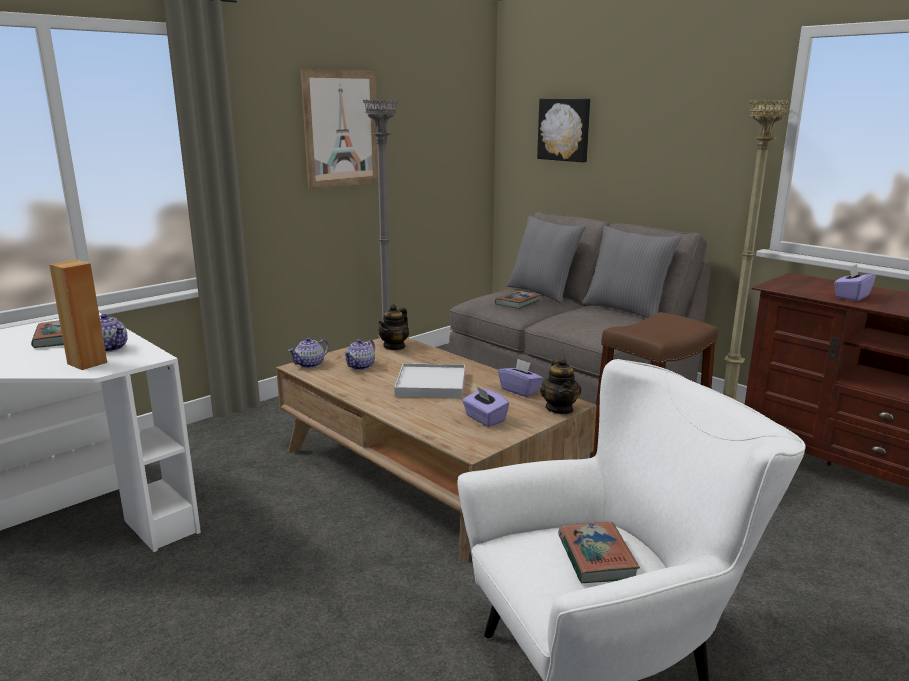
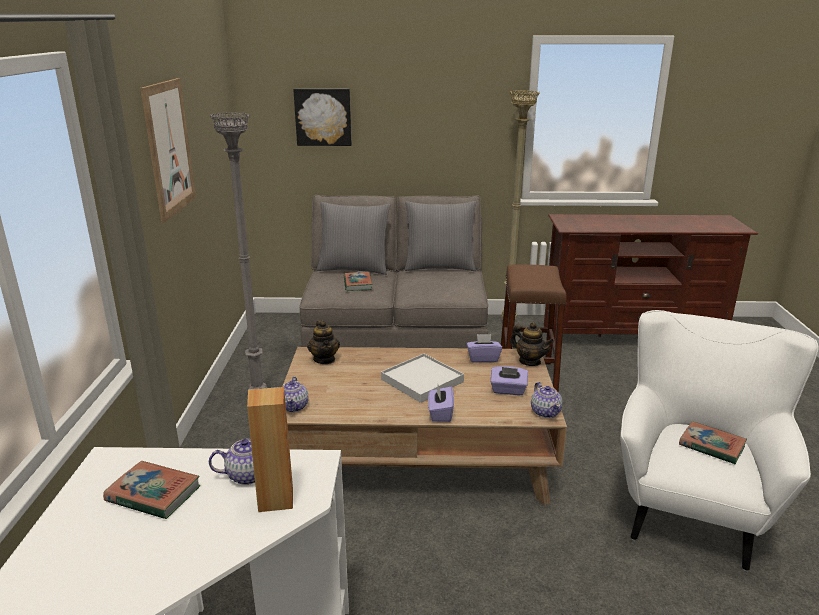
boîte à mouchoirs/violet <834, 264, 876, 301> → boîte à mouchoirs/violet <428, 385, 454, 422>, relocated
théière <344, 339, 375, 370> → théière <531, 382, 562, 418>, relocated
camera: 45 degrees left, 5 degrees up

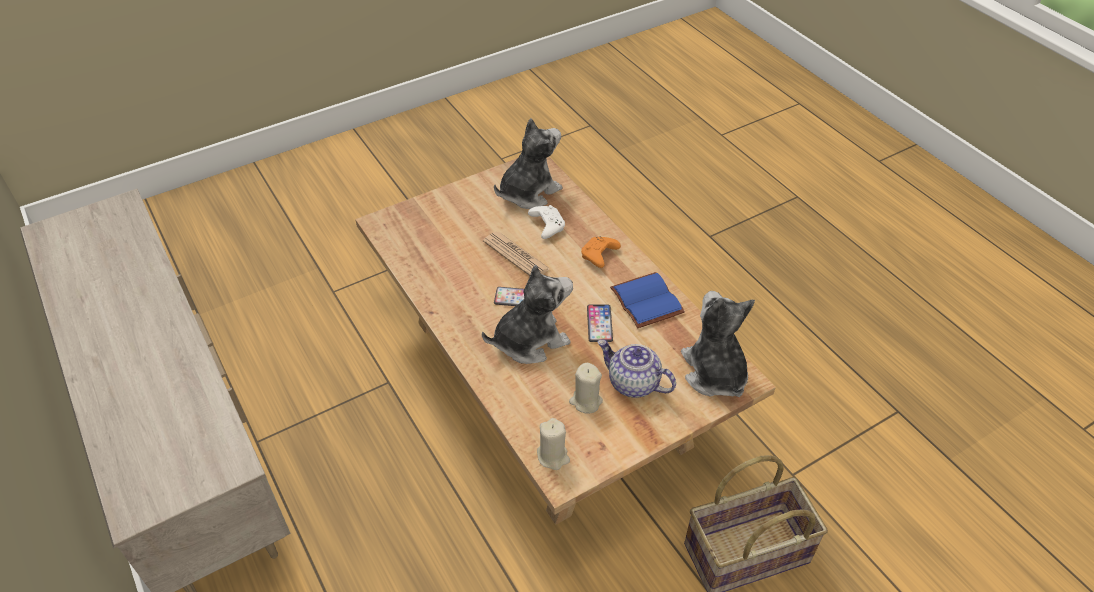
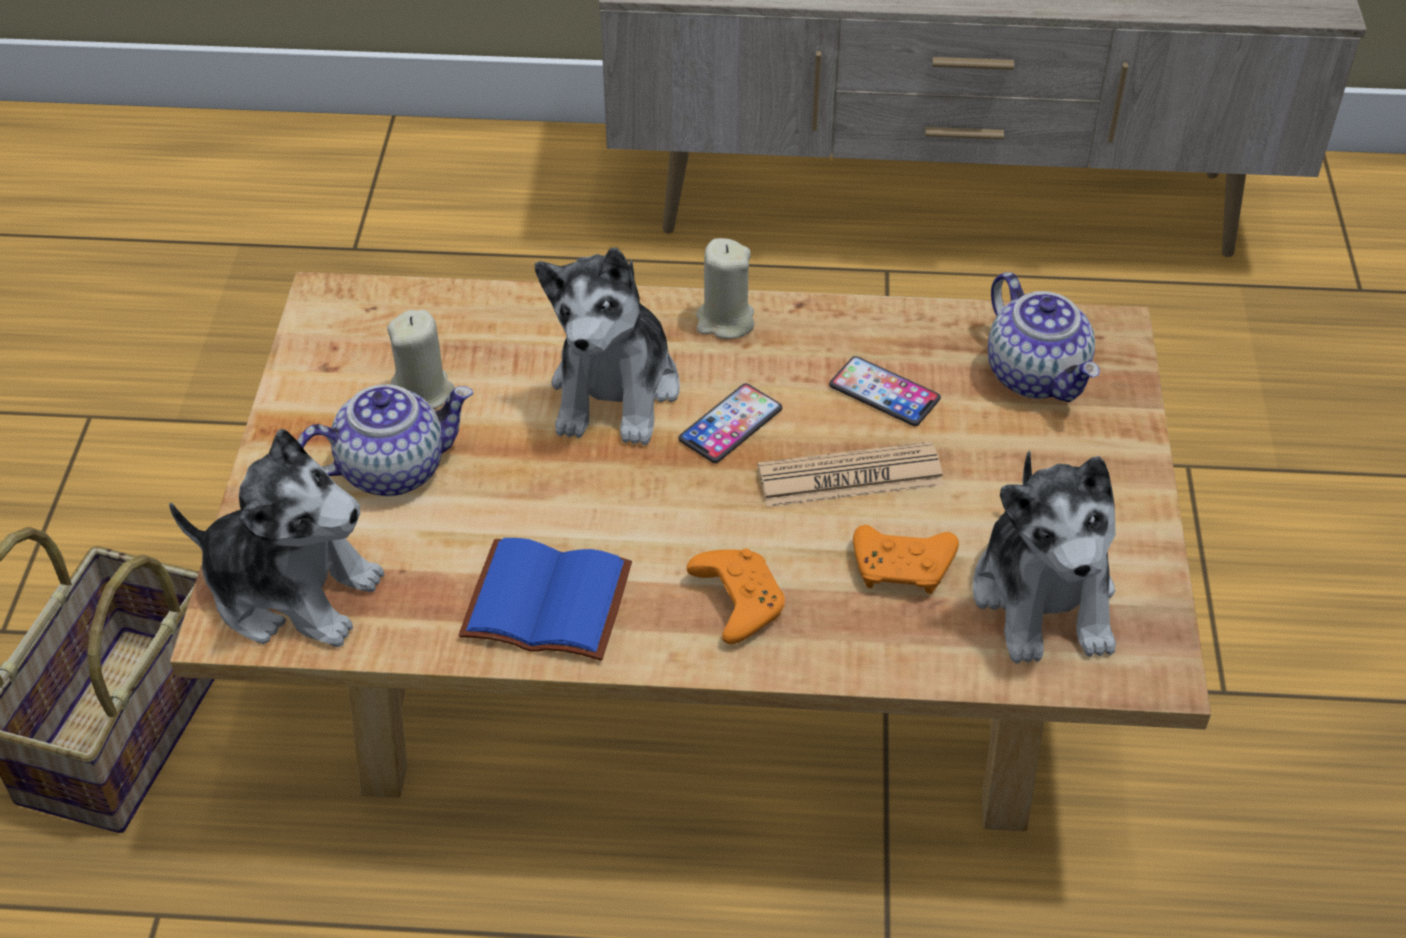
manette/blanc <528, 205, 565, 239> → manette/orange <853, 525, 959, 594>
téléphone <587, 304, 613, 342> → téléphone <829, 356, 941, 426>, relocated
bougie/beige <537, 418, 570, 470> → bougie/beige <696, 238, 754, 339>, relocated
- → théière <988, 272, 1100, 402>
camera: 125 degrees right, 0 degrees up

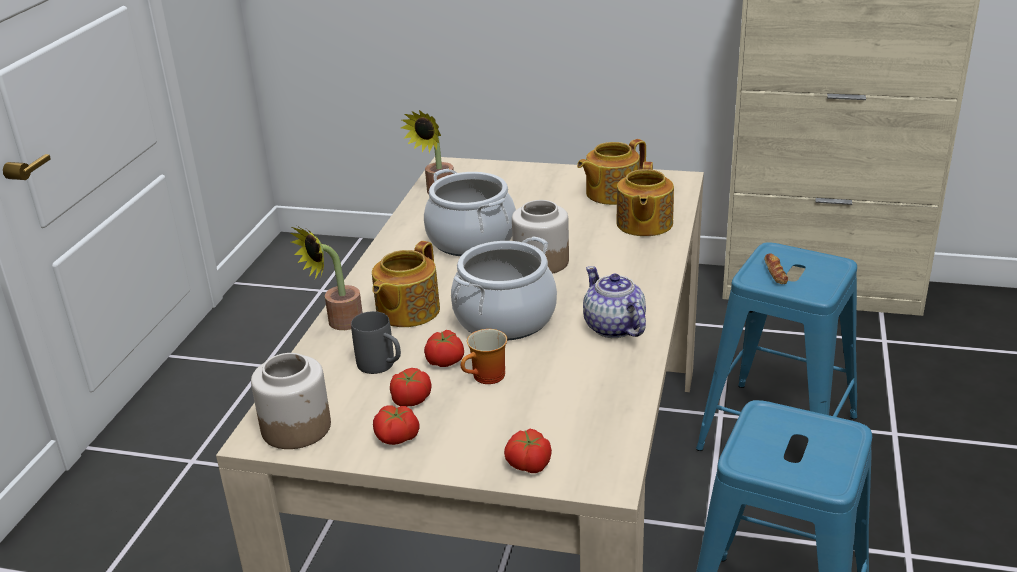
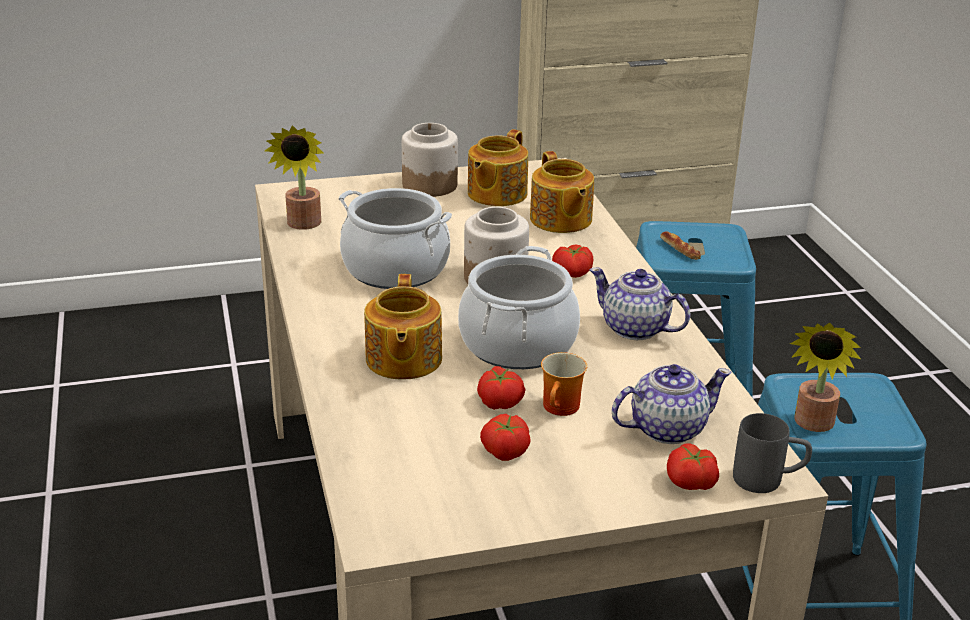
plante en pot <290, 226, 363, 330> → plante en pot <790, 323, 861, 432>, relocated
mug/gris <351, 311, 401, 374> → mug/gris <733, 413, 812, 493>, relocated
bocal <251, 353, 331, 449> → bocal <402, 123, 458, 197>, relocated
tomate <373, 406, 420, 445> → tomate <552, 245, 593, 278>, relocated
- → théière <612, 364, 731, 444>
camera: 30 degrees left, 0 degrees up

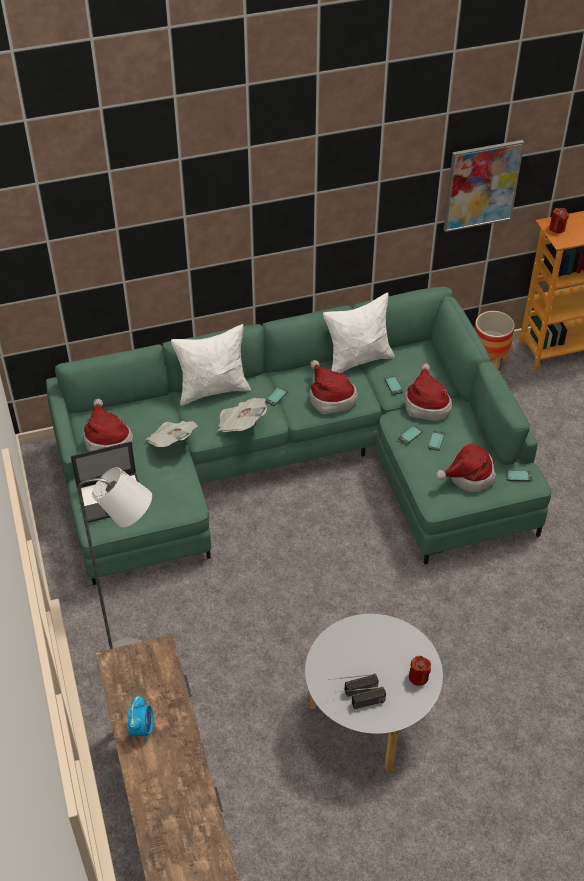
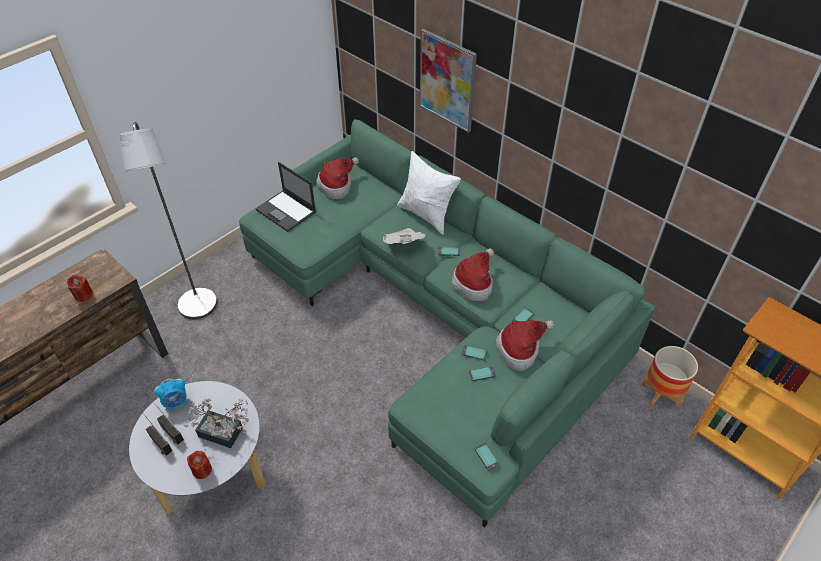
tableau <444, 140, 524, 232> → tableau <420, 29, 477, 133>, relocated
bougie/rouge <549, 208, 569, 233> → bougie/rouge <67, 275, 93, 302>, relocated
coussin/blanc <323, 292, 395, 373> → -
journal <146, 421, 198, 447> → -
chapeau <436, 443, 496, 492> → -
réveil <127, 695, 153, 742> → réveil <154, 378, 188, 411>, relocated
- → plante en pot <184, 398, 249, 448>
camera: 60 degrees right, 0 degrees up

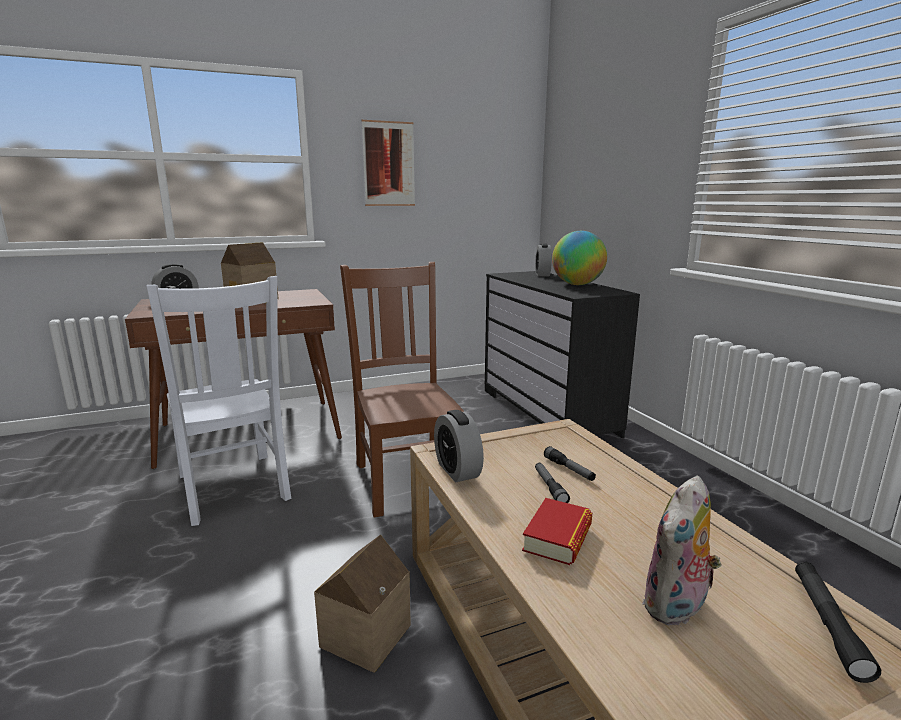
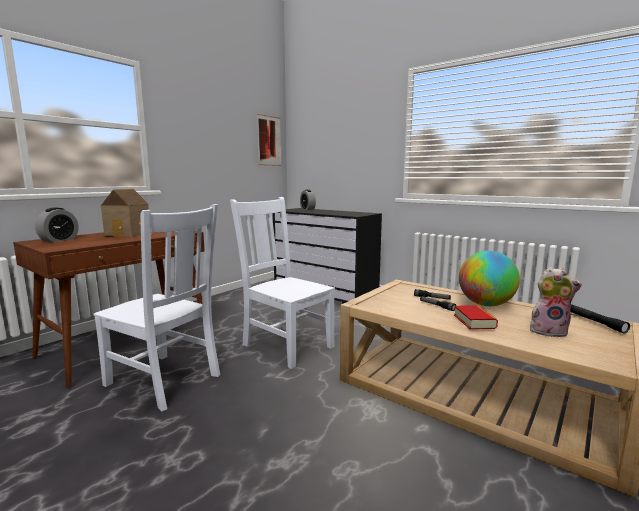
tableau <362, 120, 415, 206> → tableau <257, 114, 281, 166>, relocated
globe <552, 231, 607, 285> → globe <459, 251, 520, 306>, relocated
chaise/marron <340, 262, 465, 517> → chaise/blanc <230, 197, 335, 369>
réveil <434, 410, 484, 482> → -
peluche <642, 476, 721, 626> → peluche <530, 267, 582, 338>, 90 degrees counterclockwise
maison miniature <314, 535, 411, 673> → -
camera: 30 degrees left, 5 degrees down

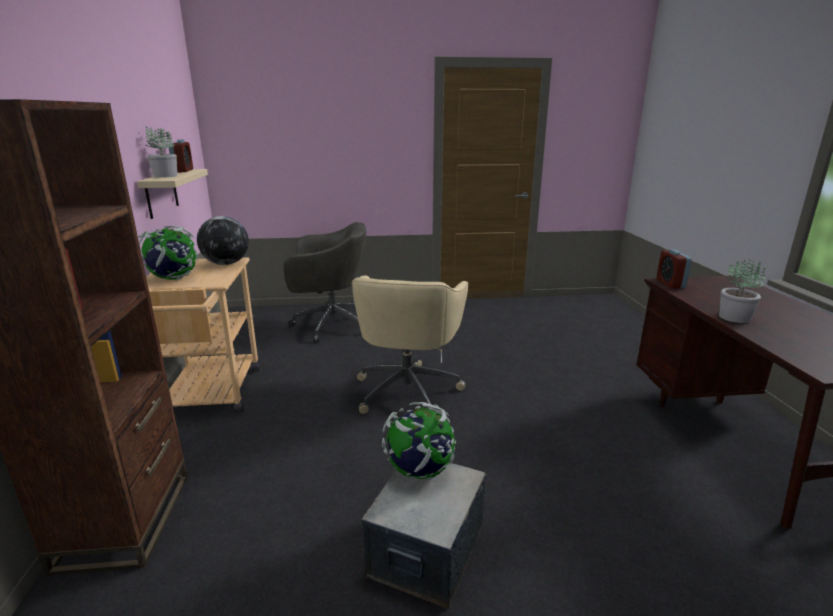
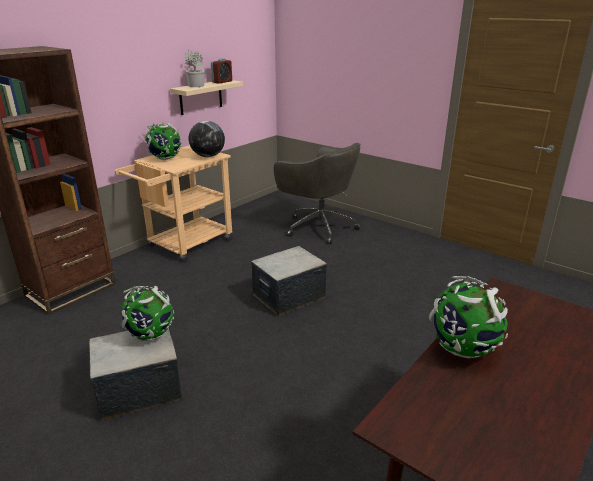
réveil <656, 250, 692, 288> → -
plante en pot <719, 259, 766, 323> → globe <429, 276, 508, 358>
chaise de bureau/beige <352, 275, 468, 414> → boîte de rangement <251, 246, 327, 316>
camera: 45 degrees right, 5 degrees up

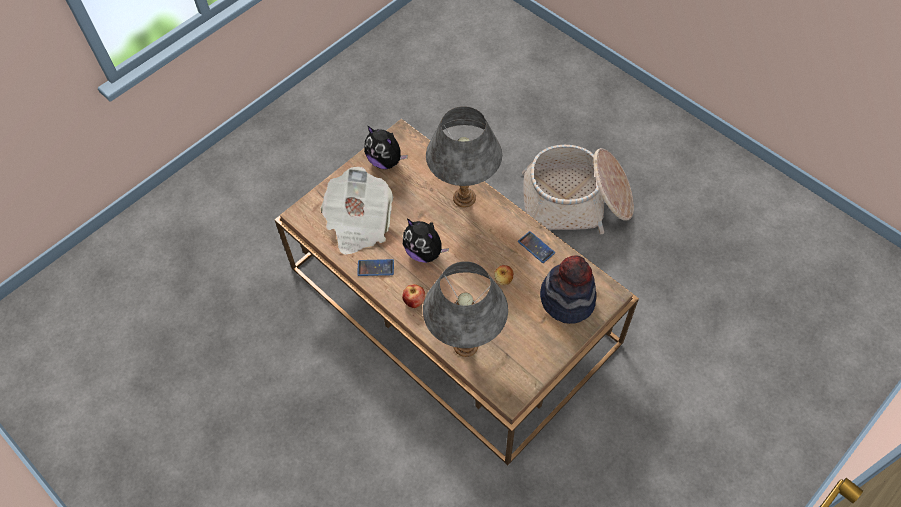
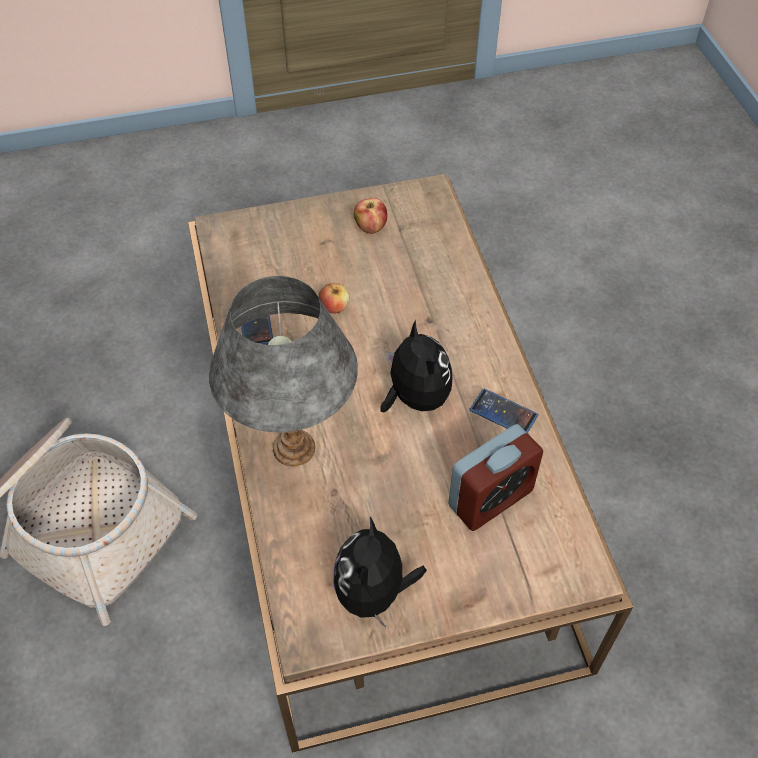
peluche <364, 126, 408, 169> → peluche <333, 517, 427, 628>, 150 degrees counterclockwise
journal <321, 167, 393, 255> → réveil <448, 424, 544, 531>
chapeau <540, 255, 597, 324> → -
lampe de table/gris <423, 261, 508, 357> → -
pomme <402, 284, 425, 308> → pomme <354, 198, 387, 234>, relocated
camera: 150 degrees left, 5 degrees down

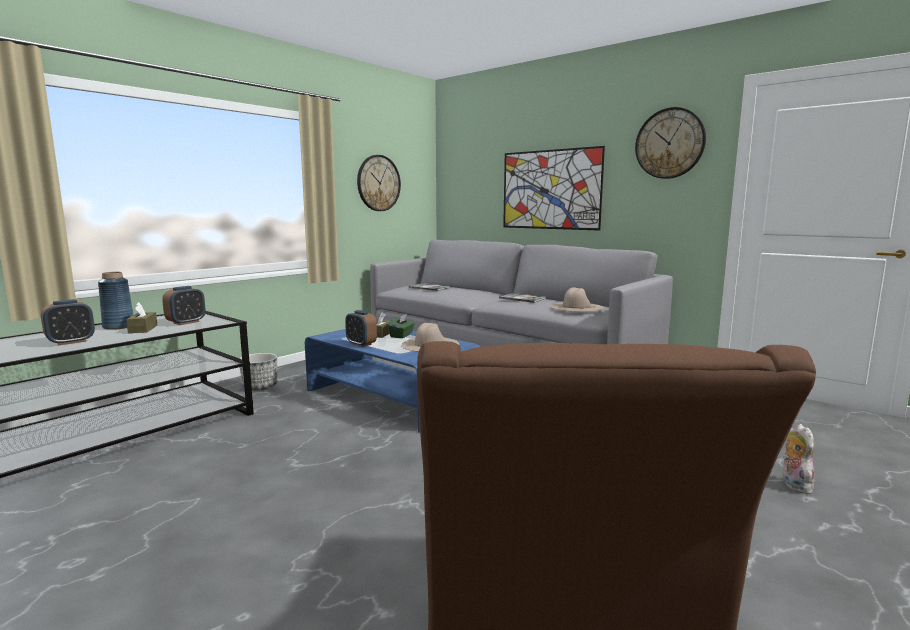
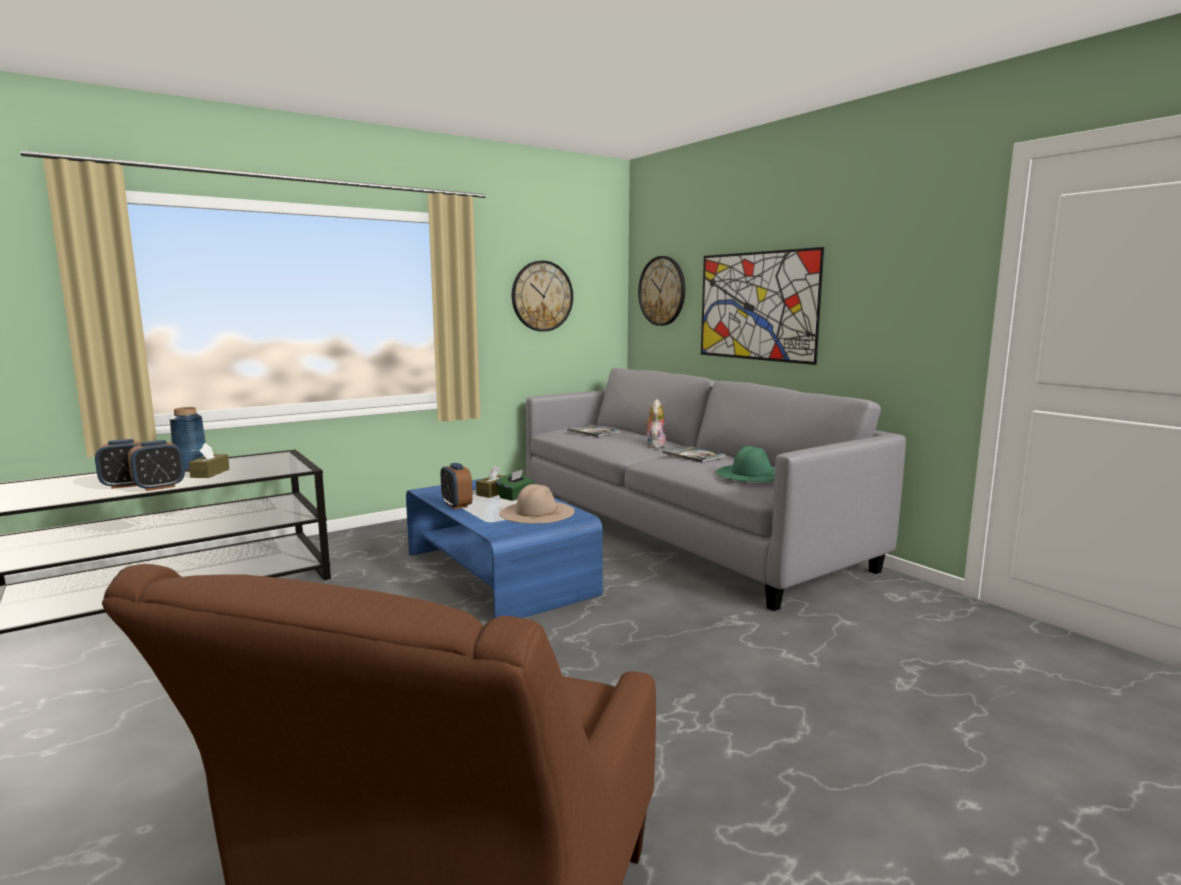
horloge murale <635, 107, 706, 179> → horloge murale <638, 256, 686, 326>, relocated
réveil <162, 286, 206, 325> → réveil <128, 440, 185, 491>, relocated
chapeau/beige <550, 287, 604, 312> → chapeau/vert <716, 446, 775, 482>
cache-pot <239, 353, 277, 391> → -
peluche <783, 424, 814, 494> → peluche <645, 399, 666, 448>, relocated
camera: 15 degrees right, 0 degrees up

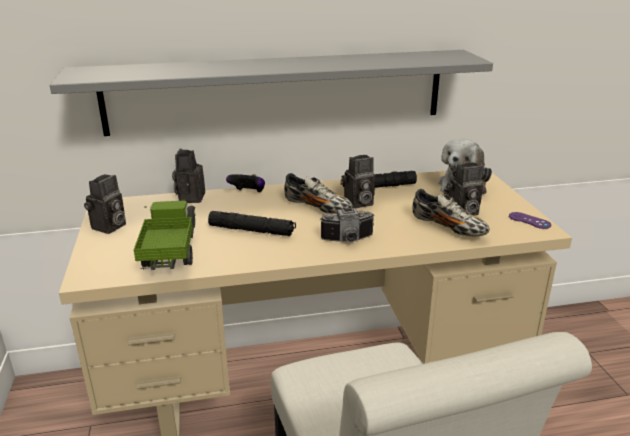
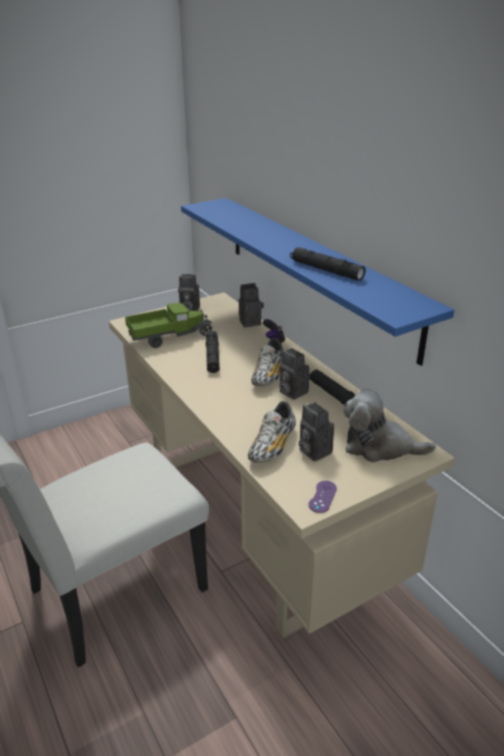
étagère/gris <50, 50, 493, 136> → étagère/bleu <181, 198, 454, 366>
appareil photo <320, 208, 374, 242> → -
- → lampe de poche/noir <290, 247, 366, 281>
camera: 70 degrees right, 5 degrees up

